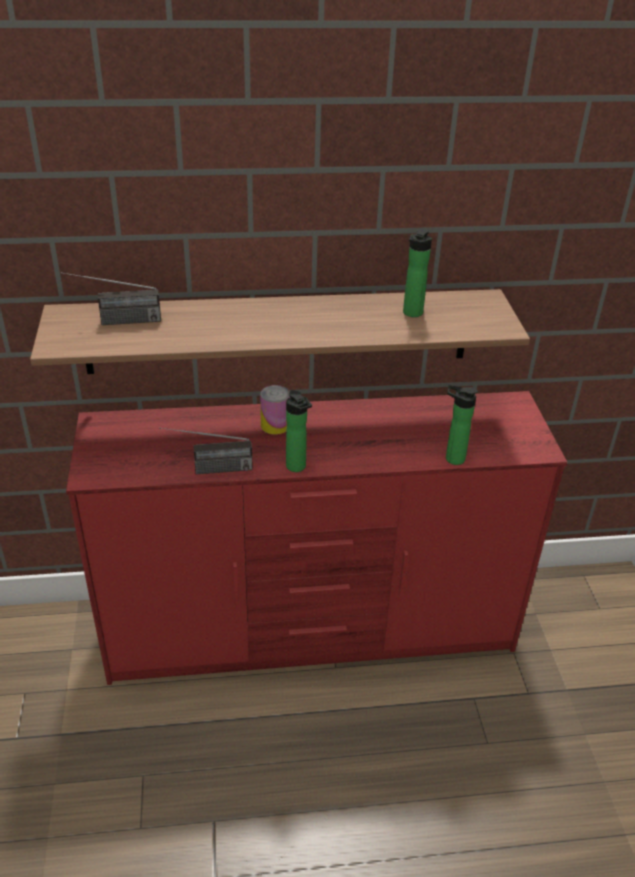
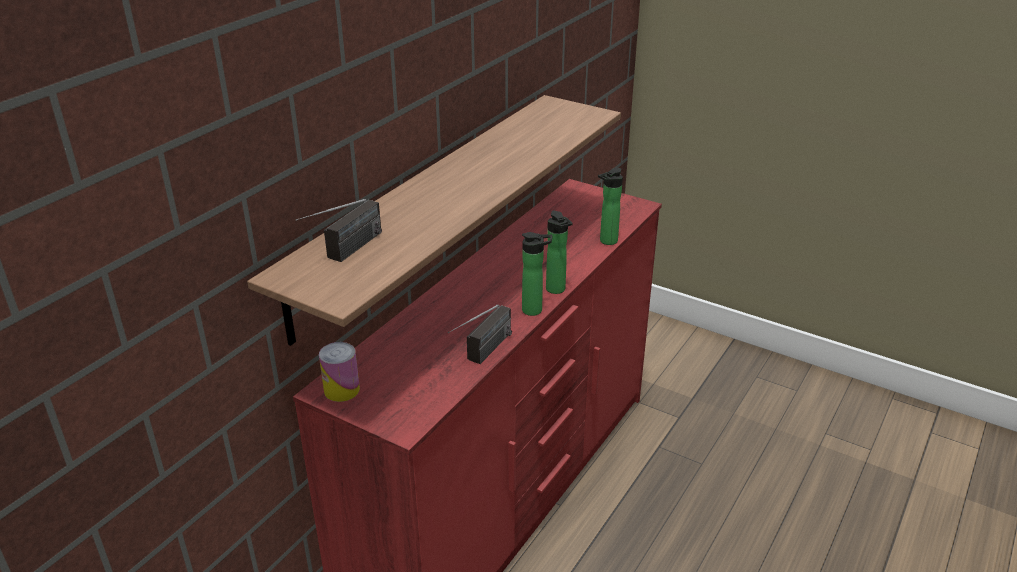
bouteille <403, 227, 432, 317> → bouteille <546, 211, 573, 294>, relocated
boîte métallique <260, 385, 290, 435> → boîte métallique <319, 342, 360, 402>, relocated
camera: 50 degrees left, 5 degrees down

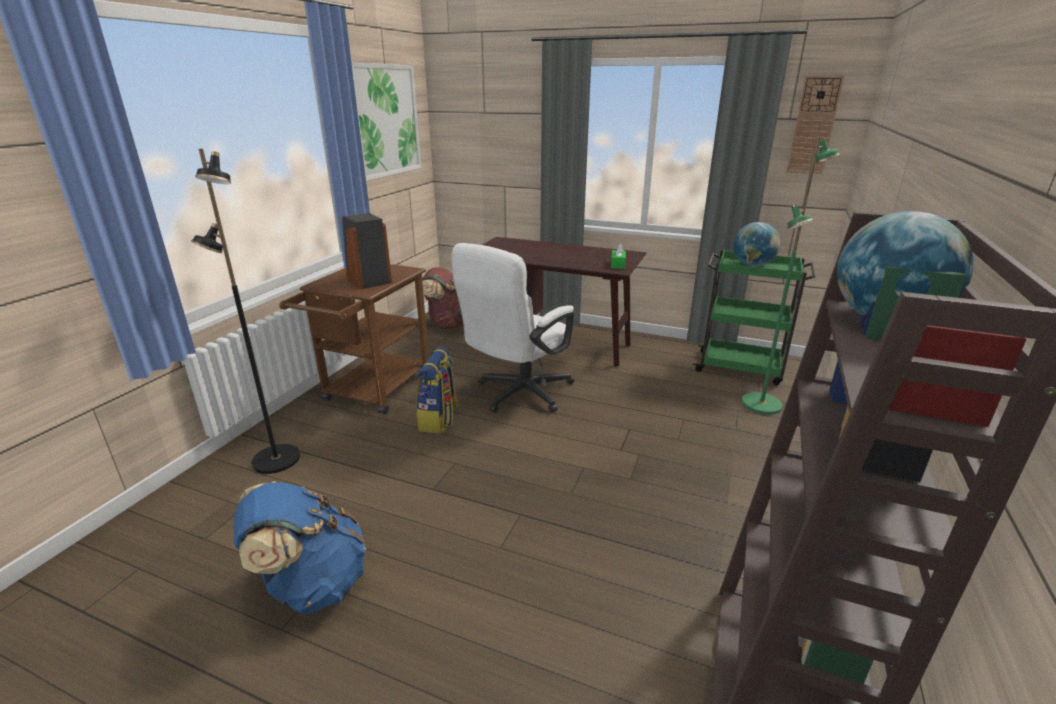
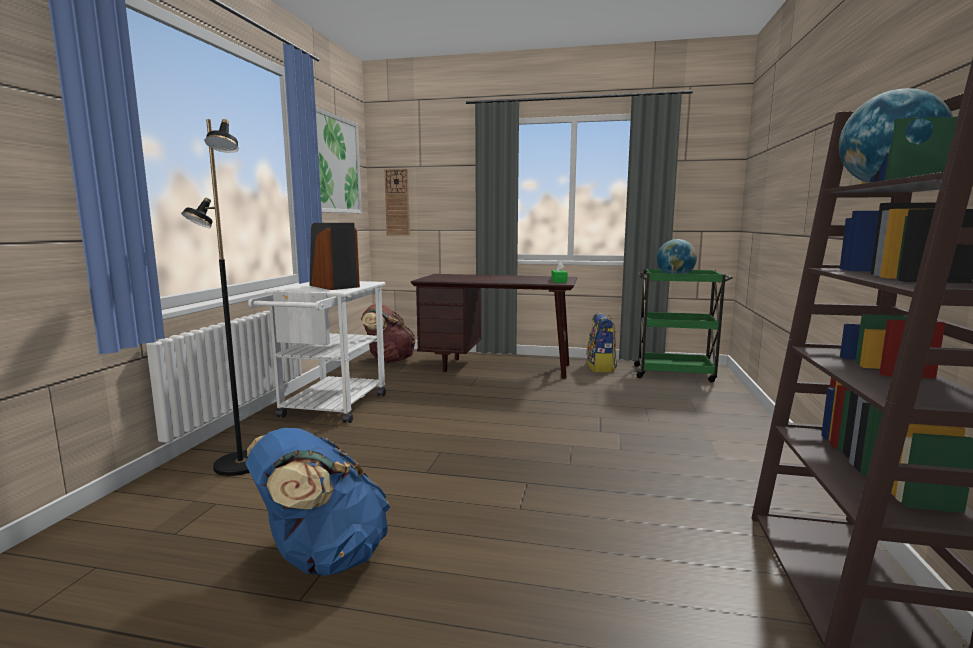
horloge murale <787, 76, 844, 174> → horloge murale <384, 169, 410, 236>, relocated
lampadaire/vert <742, 136, 840, 415> → -
chaise de bureau/blanc <451, 243, 574, 413> → -
chariot/marron <279, 264, 429, 414> → chariot/blanc <248, 281, 386, 423>
sac à dos <416, 347, 461, 433> → sac à dos <586, 313, 617, 372>, relocated
camera: 10 degrees left, 15 degrees down

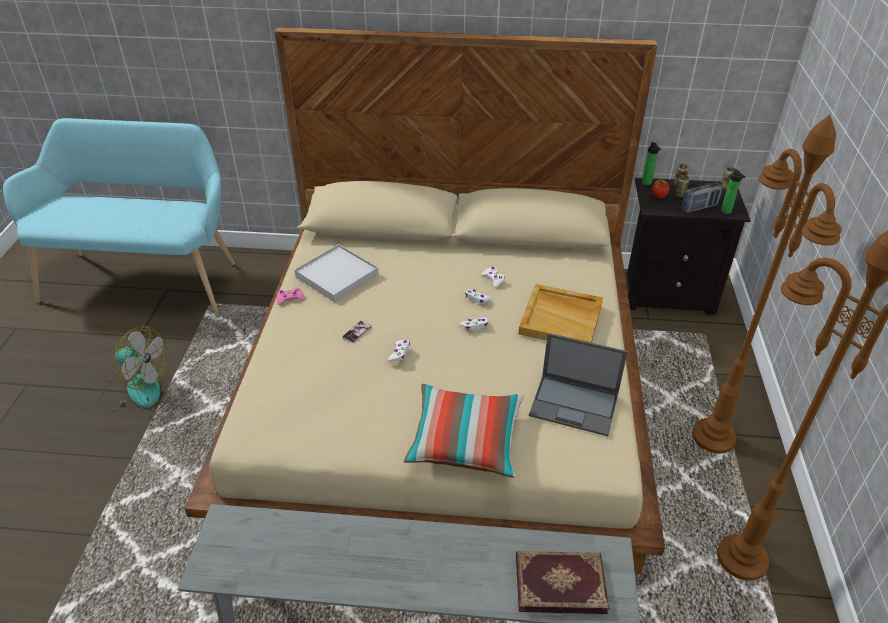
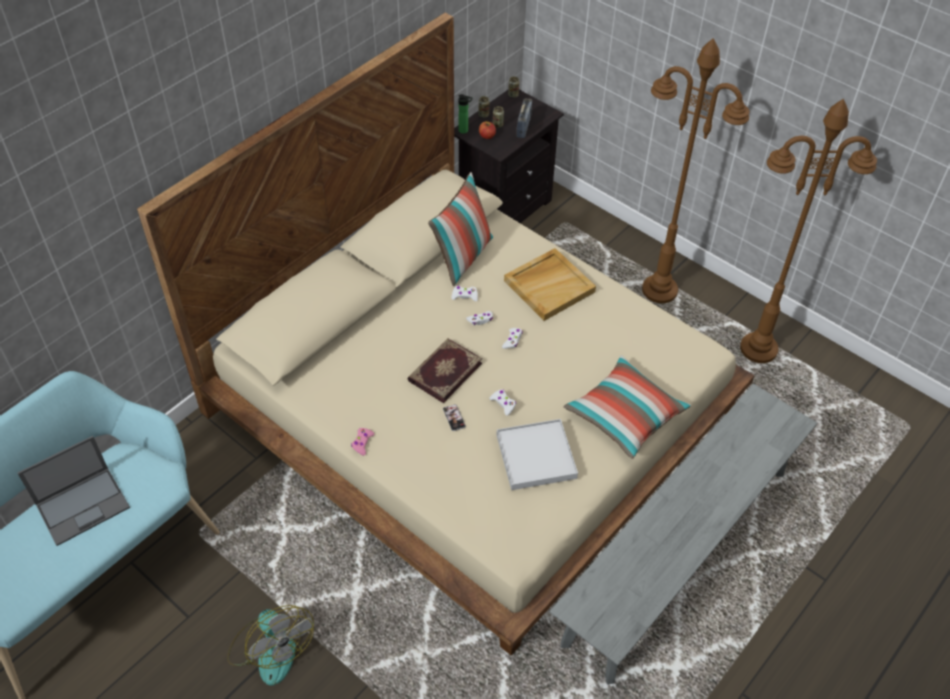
bouteille <721, 169, 746, 214> → -
plateau/blanc <294, 244, 379, 302> → plateau/blanc <497, 419, 578, 490>, relocated
ventilateur <100, 326, 168, 412> → ventilateur <227, 605, 314, 686>, 90 degrees clockwise
ordinateur portable <529, 333, 628, 436> → ordinateur portable <17, 436, 130, 546>, relocated
livre <516, 551, 609, 614> → livre <408, 338, 482, 403>, relocated
- → coussin <428, 172, 493, 286>
camera: 55 degrees left, 10 degrees up

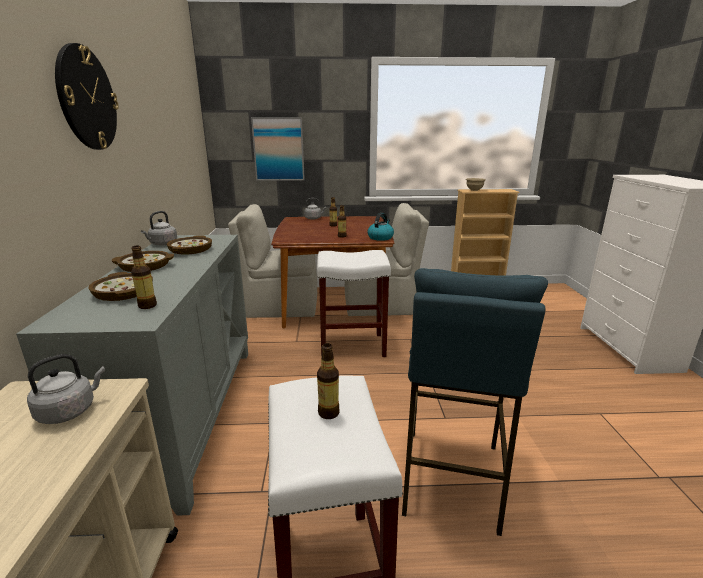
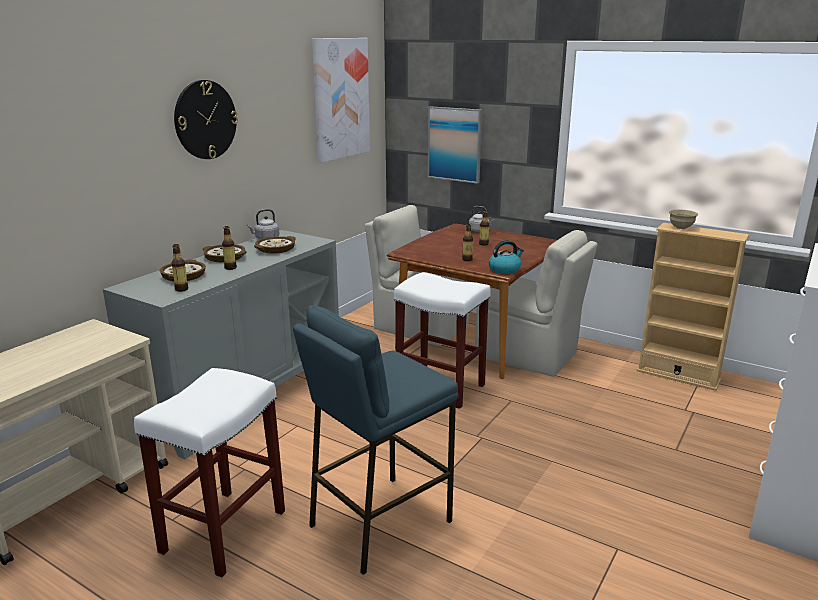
bouteille <317, 343, 340, 419> → bouteille <222, 226, 237, 270>, relocated
bouilloire/gris <27, 354, 105, 424> → -
- → tableau <312, 38, 370, 163>
camera: 35 degrees right, 0 degrees up

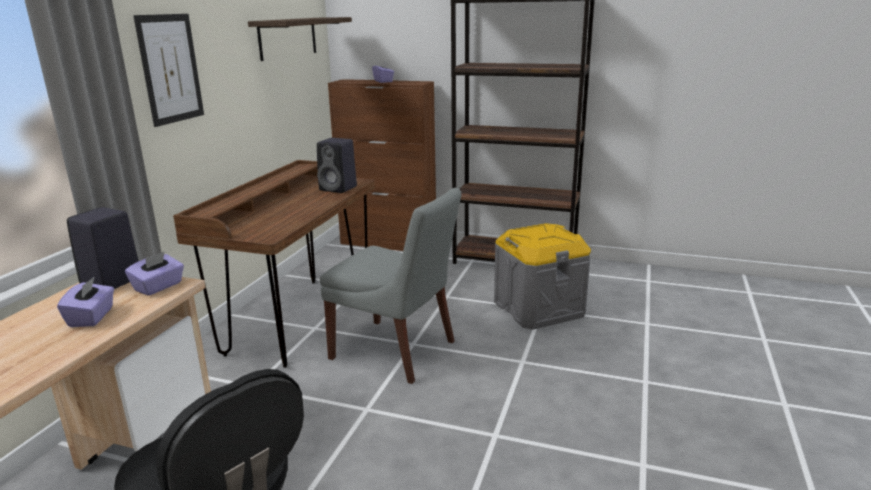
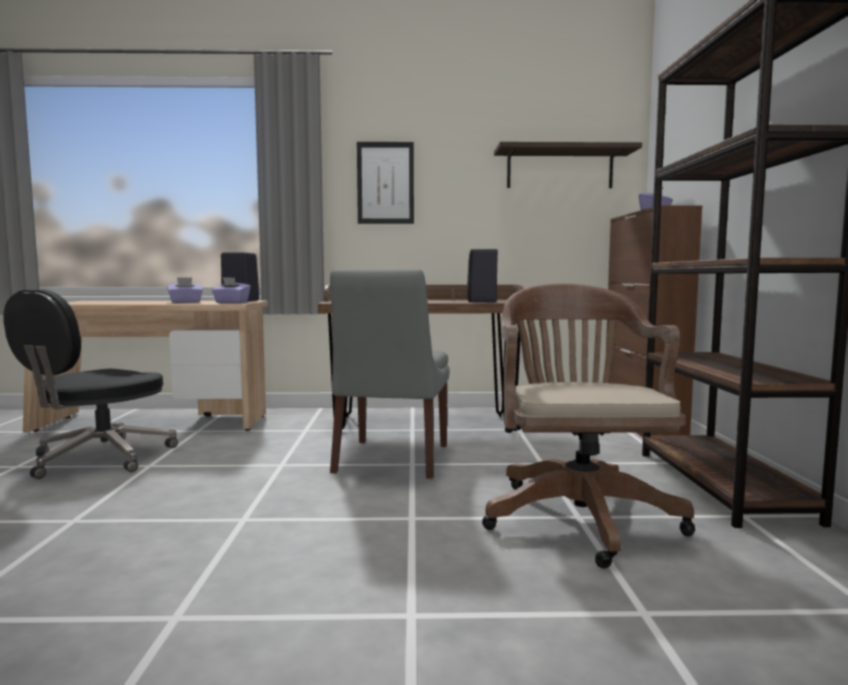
boîte de rangement/gris <494, 223, 591, 330> → chaise de bureau/marron <482, 284, 695, 569>
camera: 70 degrees right, 15 degrees down

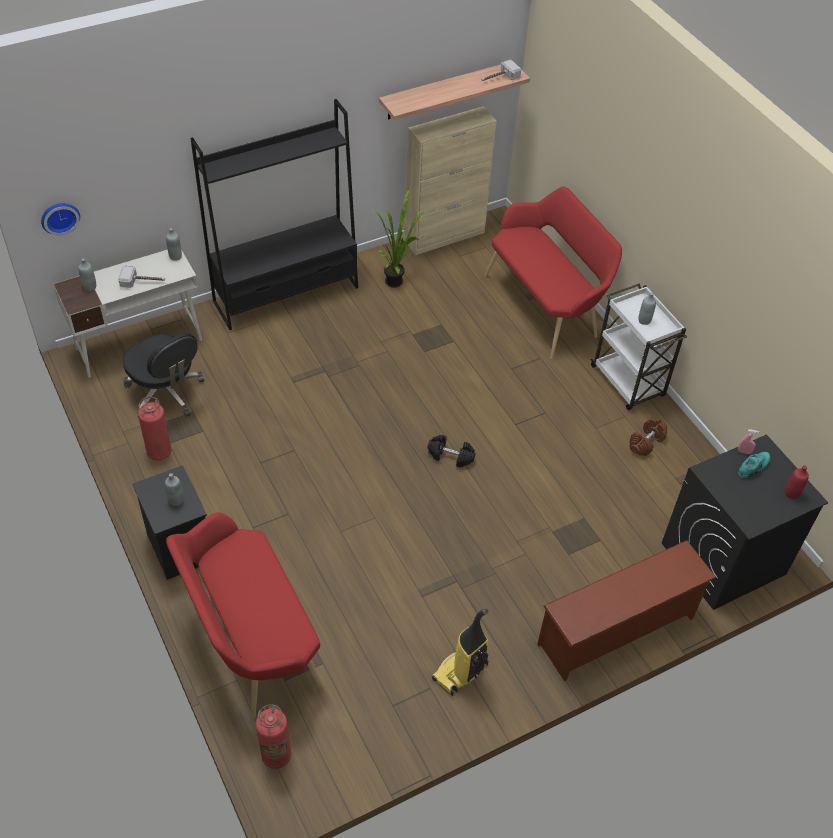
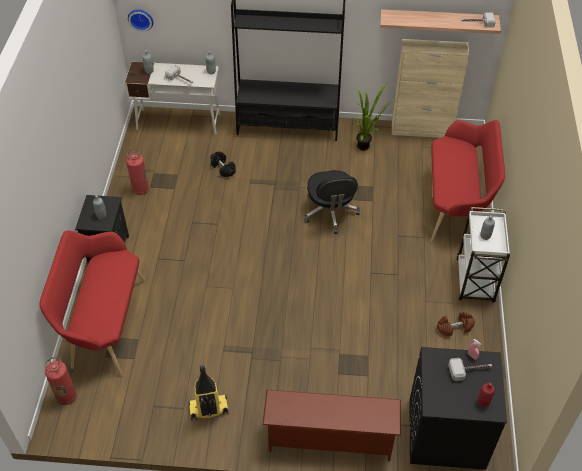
chaise de bureau/noir <123, 333, 204, 418> → chaise de bureau/noir <304, 170, 360, 234>, relocated
haltère/noir <427, 435, 475, 467> → haltère/noir <210, 152, 236, 177>, relocated
chaussure/turquoise <738, 452, 770, 479> → marteau <448, 358, 492, 381>
camera: 35 degrees right, 0 degrees up

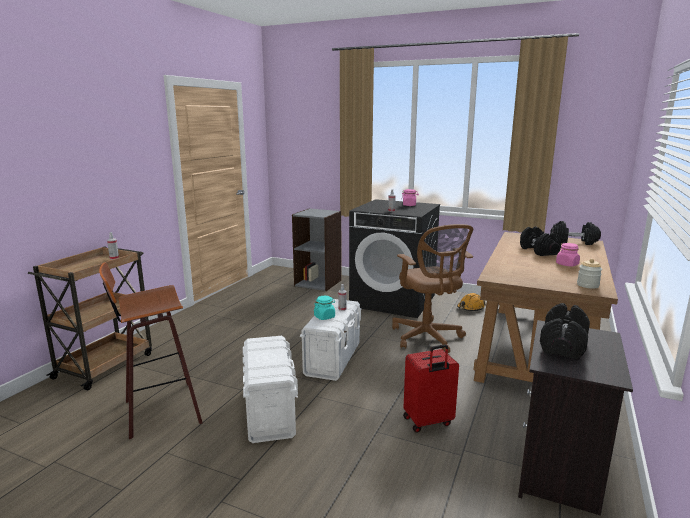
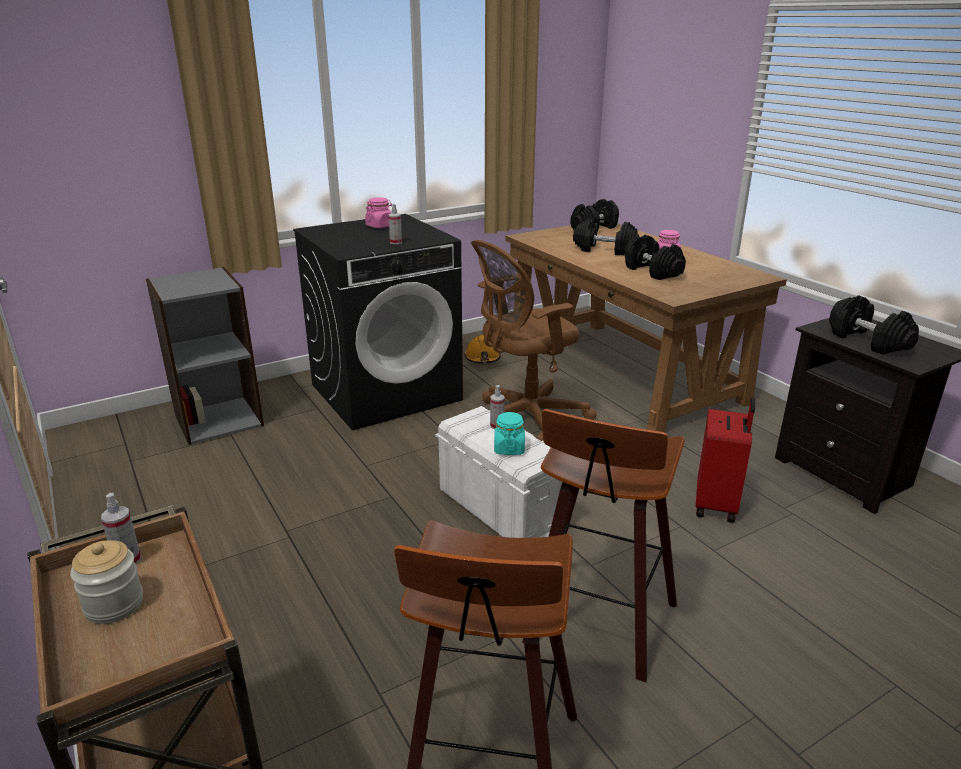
chaise de bureau/marron <392, 224, 474, 353> → chaise de bureau/marron <471, 240, 597, 441>, 135 degrees clockwise
bocal <577, 259, 602, 289> → bocal <70, 540, 143, 624>, relocated
boîte de rangement/blanc <243, 336, 298, 443> → tabouret <522, 409, 685, 682>
- → haltère/noir <624, 235, 686, 280>
camera: 55 degrees left, 10 degrees up

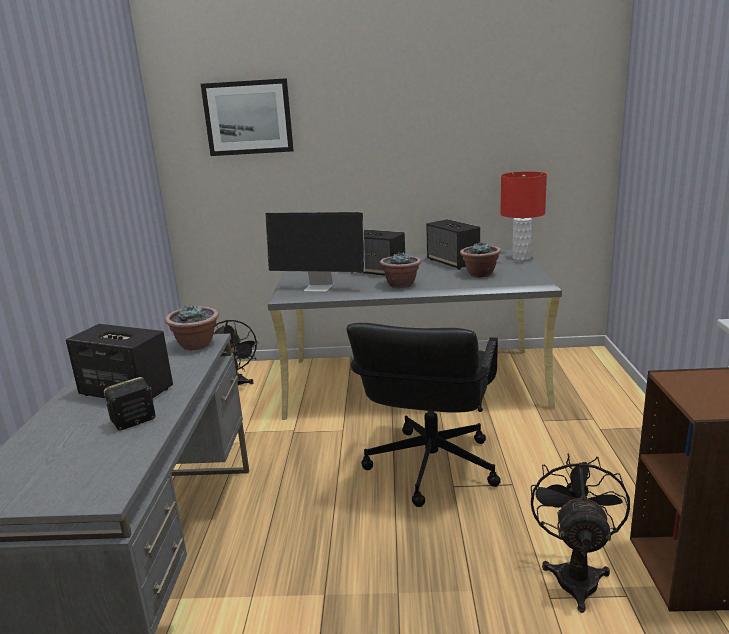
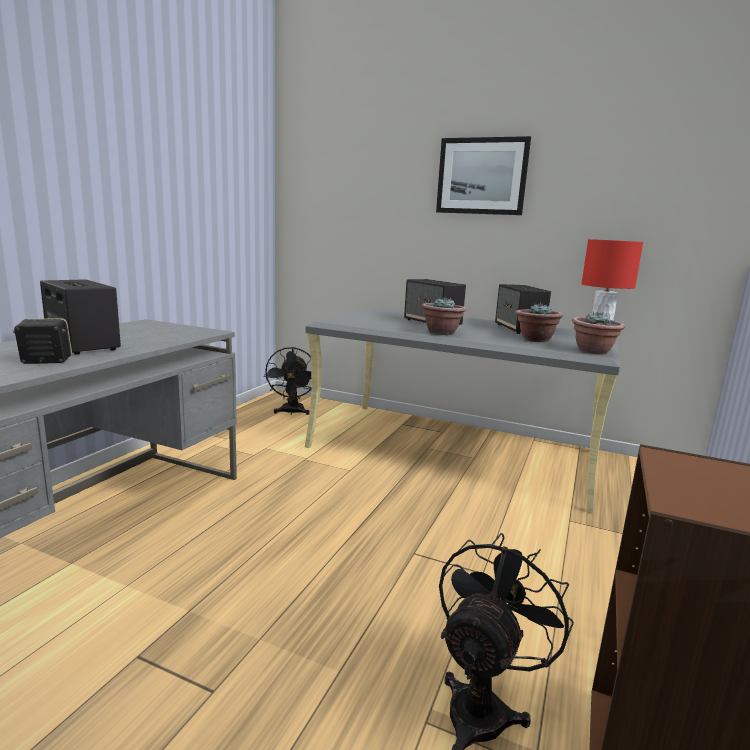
tableau <201, 78, 294, 156> → tableau <436, 136, 531, 215>, relocated
écran d'ordinateur <265, 212, 365, 293> → -
plante en pot <165, 304, 219, 350> → plante en pot <572, 312, 625, 354>, relocated
chaise de bureau/noir <347, 323, 501, 507> → -
camera: 20 degrees right, 5 degrees down

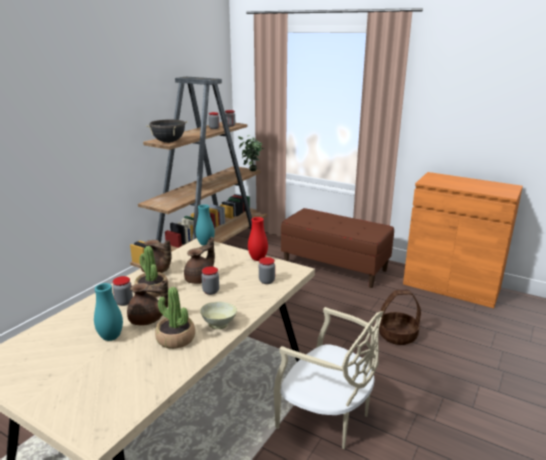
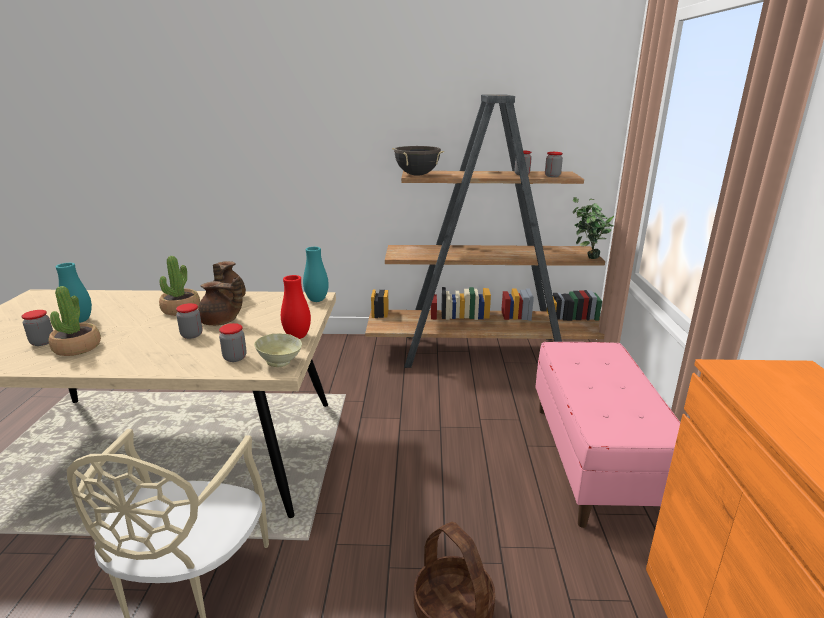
banc/marron <281, 208, 394, 288> → banc/rose <535, 342, 680, 528>
bocal <112, 276, 133, 306> → bocal <22, 310, 53, 346>, relocated
théière/marron <127, 280, 168, 326> → -
bol/beige <200, 302, 237, 329> → bol/beige <254, 333, 302, 367>, relocated
camera: 60 degrees right, 0 degrees up

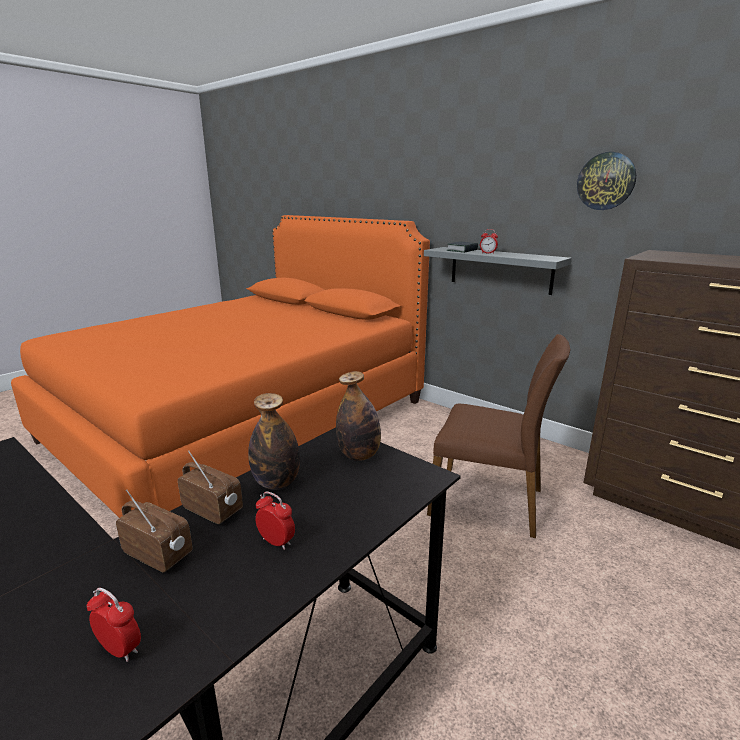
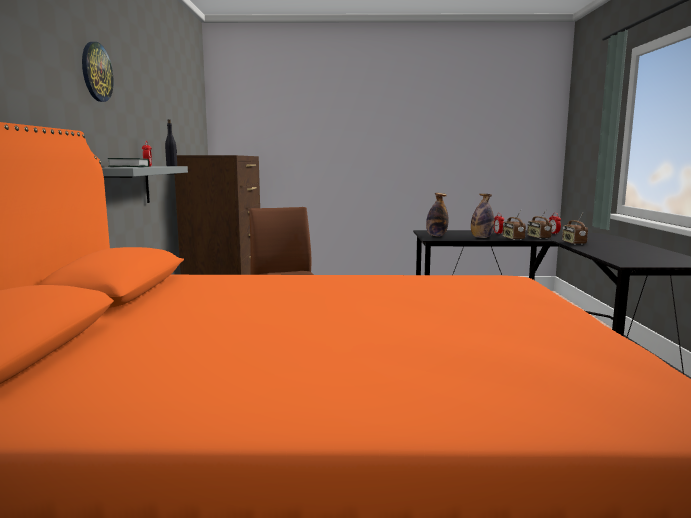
horloge murale <577, 152, 636, 210> → horloge murale <82, 42, 114, 102>, relocated
- → bouteille/noir <165, 119, 177, 166>
- → radio <562, 213, 588, 245>
camera: 130 degrees left, 10 degrees down

